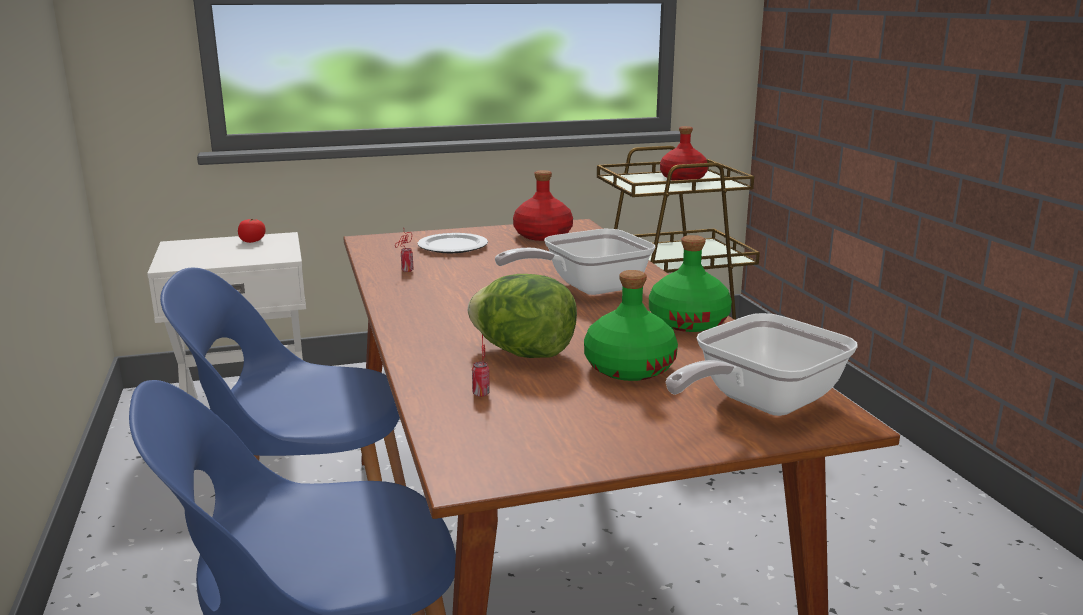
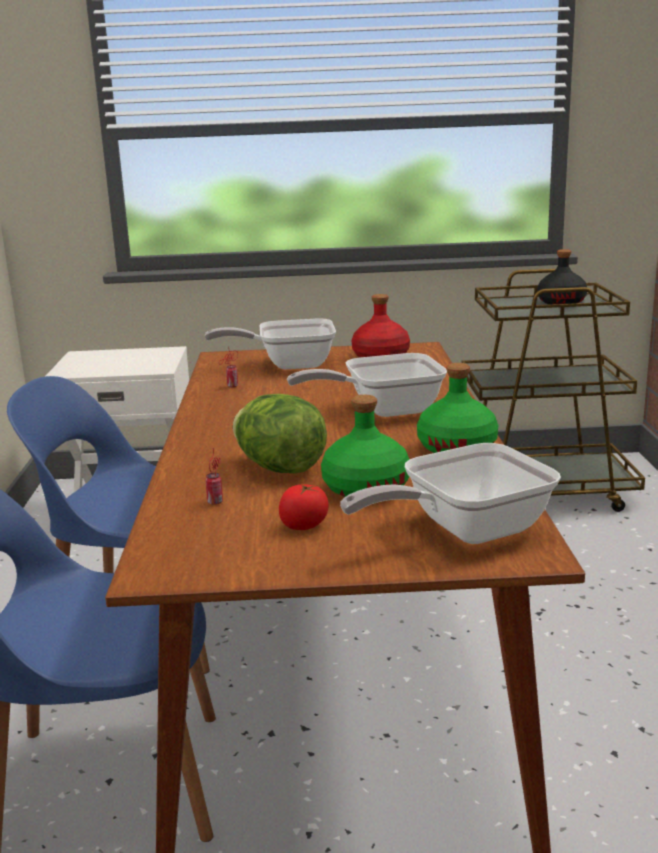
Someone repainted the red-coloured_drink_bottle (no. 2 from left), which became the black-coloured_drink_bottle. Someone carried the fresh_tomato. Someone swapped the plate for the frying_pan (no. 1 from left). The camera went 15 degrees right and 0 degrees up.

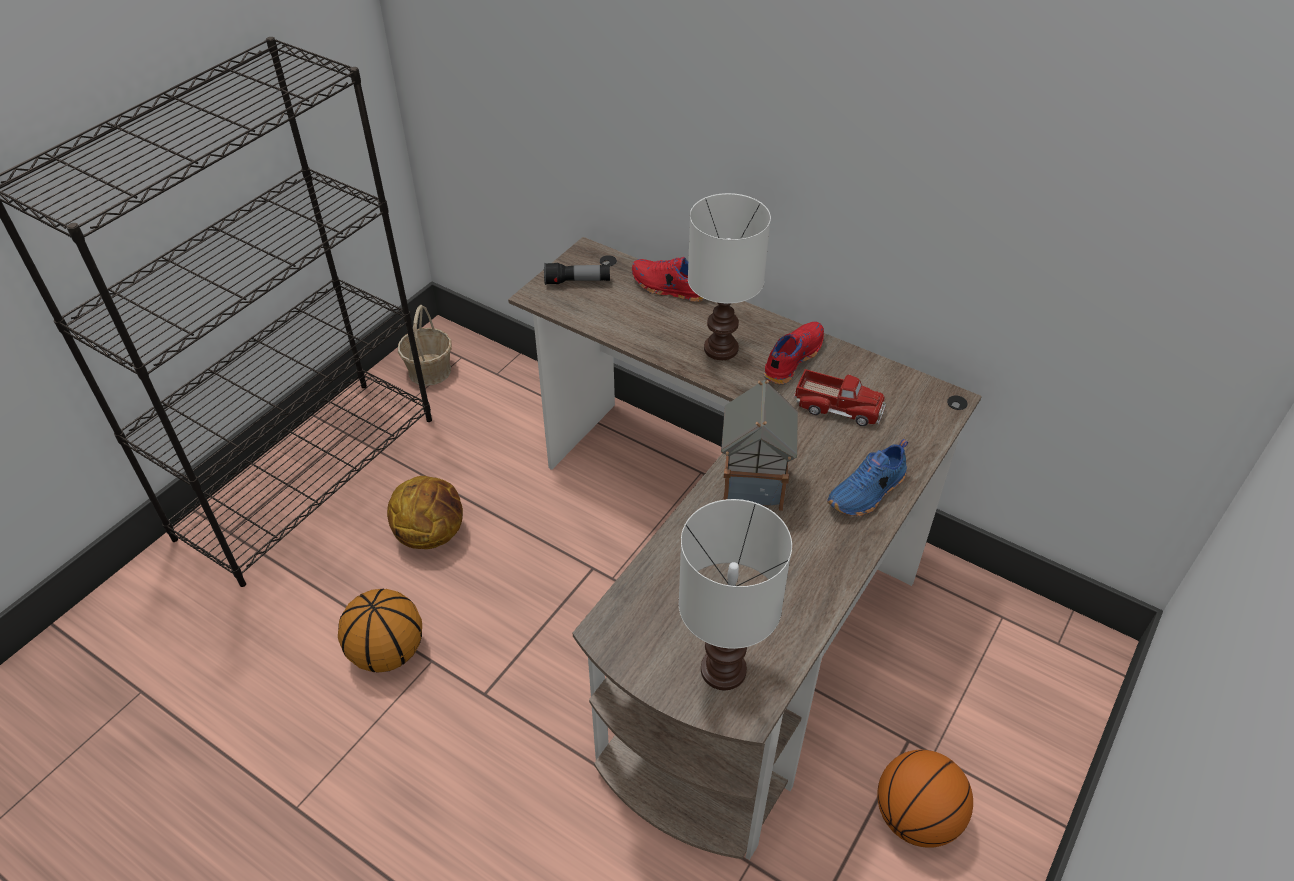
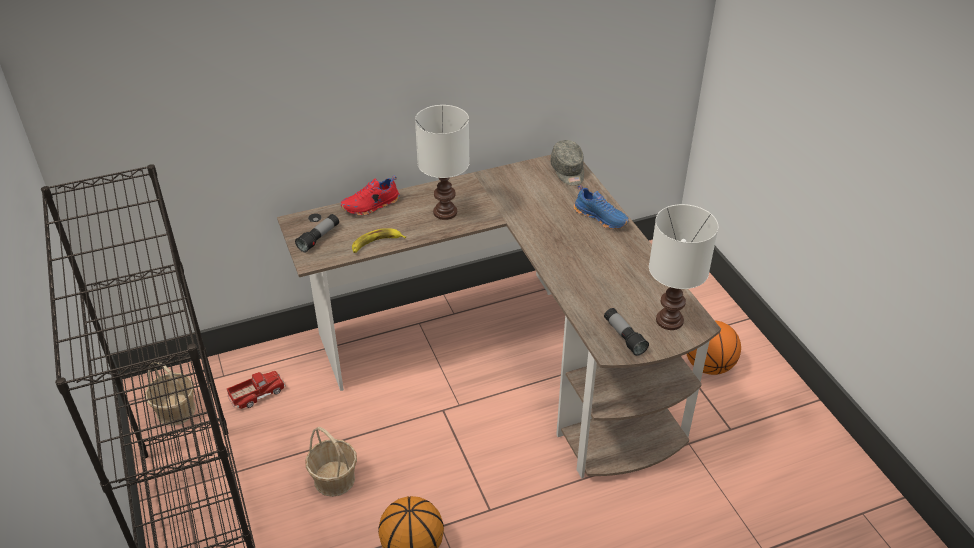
Someone took away the red-coloured_shoe (no. 2 from left). Someone carried the model_truck. Someone took away the miniature_house. Someone rotated the blue-coloured_shoe by 45 degrees counterclockwise. Someone swapped the basketball (no. 2 from left) for the storage_basket (no. 2 from left). Someone put down the grey_peaked_cap. Someone put down the banana. Someone put down the hand_torch (no. 2 from left). The camera went 55 degrees left and 5 degrees down.

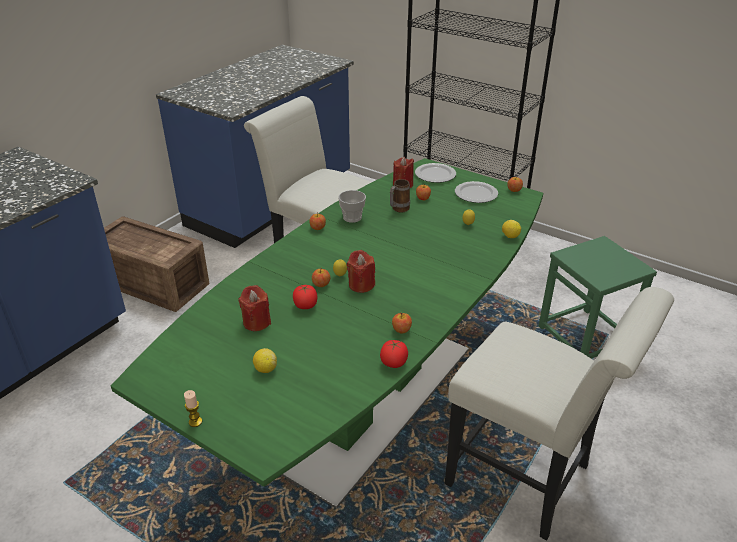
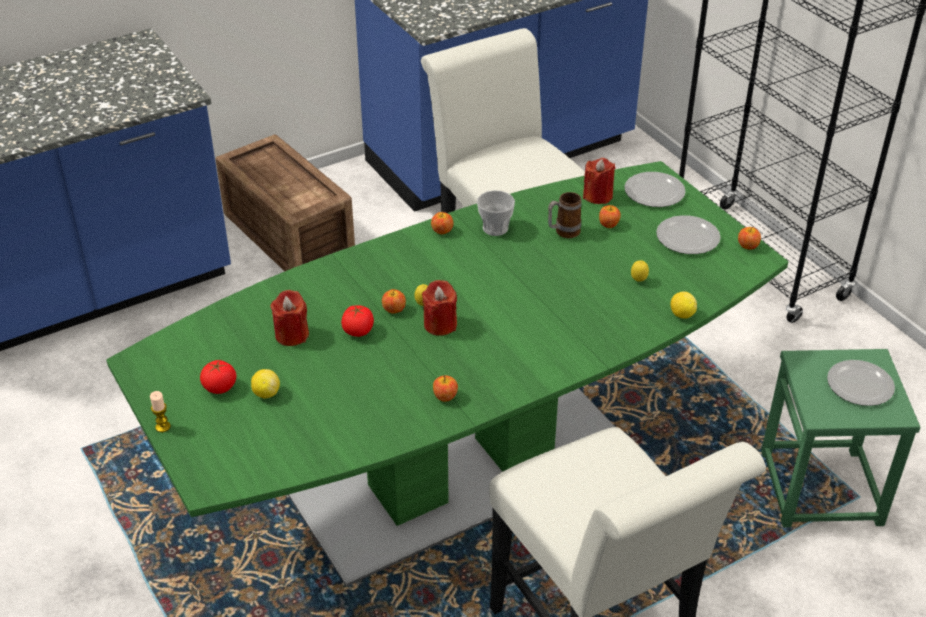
Someone carried the fresh_tomato (no. 2 from left in the first image). Someone put down the plate (no. 3 from left). The camera went 25 degrees right and 5 degrees up.

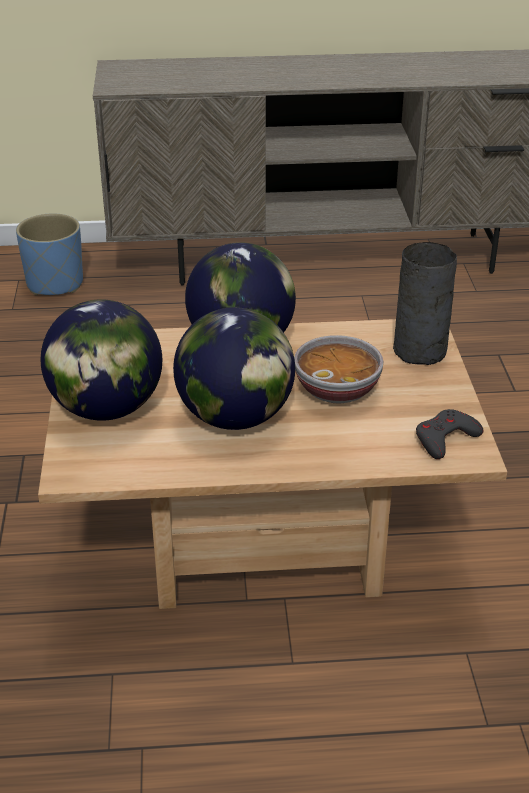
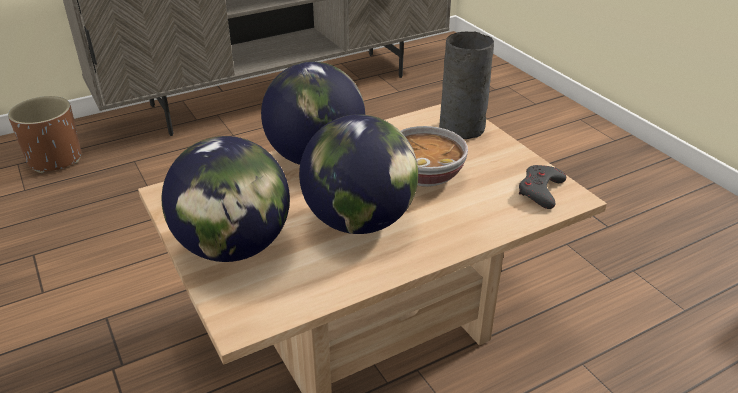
Someone repainted the blue-coloured_planter, which became the brown-coloured_planter. The camera went 25 degrees left and 0 degrees up.

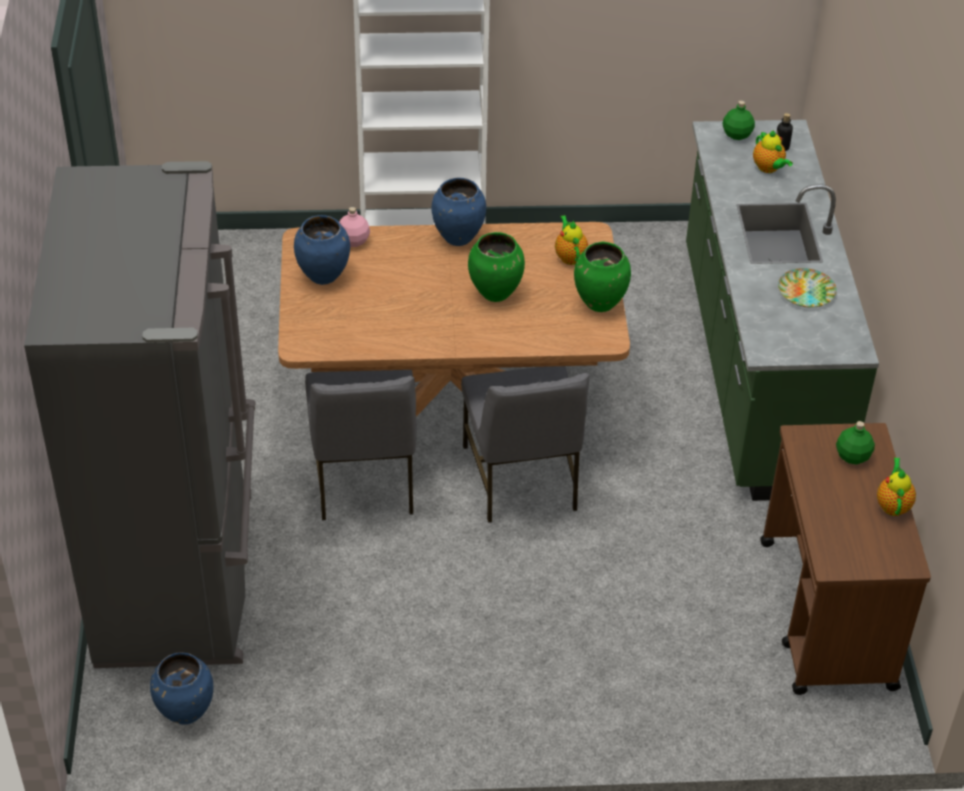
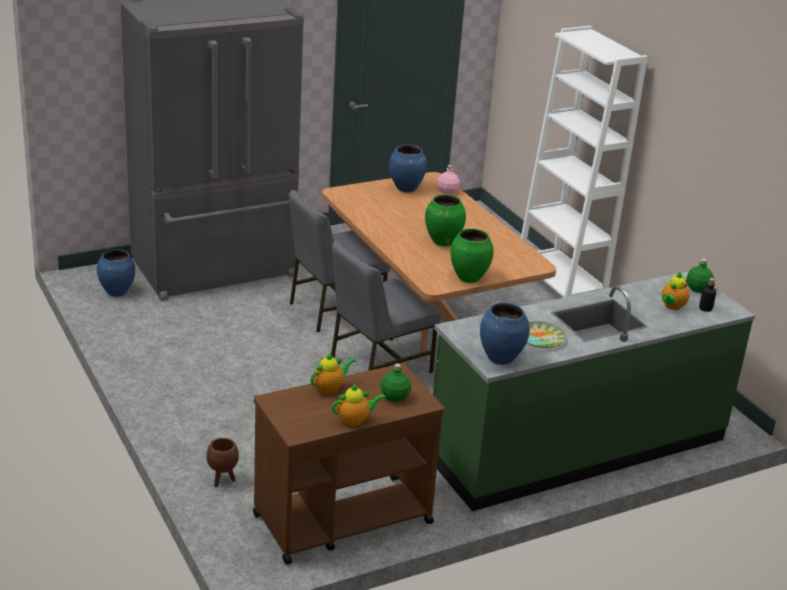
Someone carried the blue-coloured_flower_vase (no. 3 from left). Someone carried the teapot (no. 1 from left). Someone put down the brown-coloured_planter. The camera went 65 degrees right and 15 degrees down.

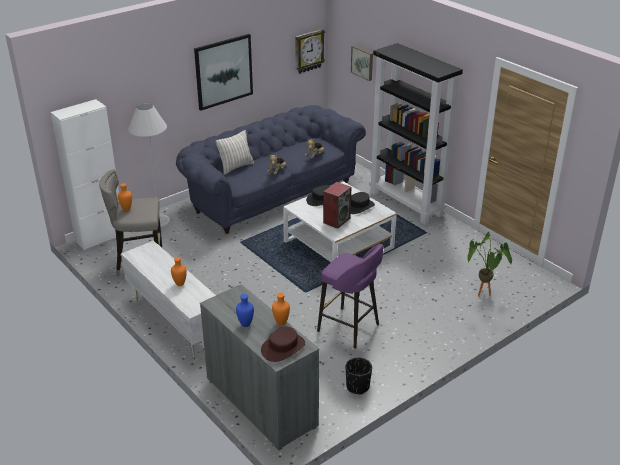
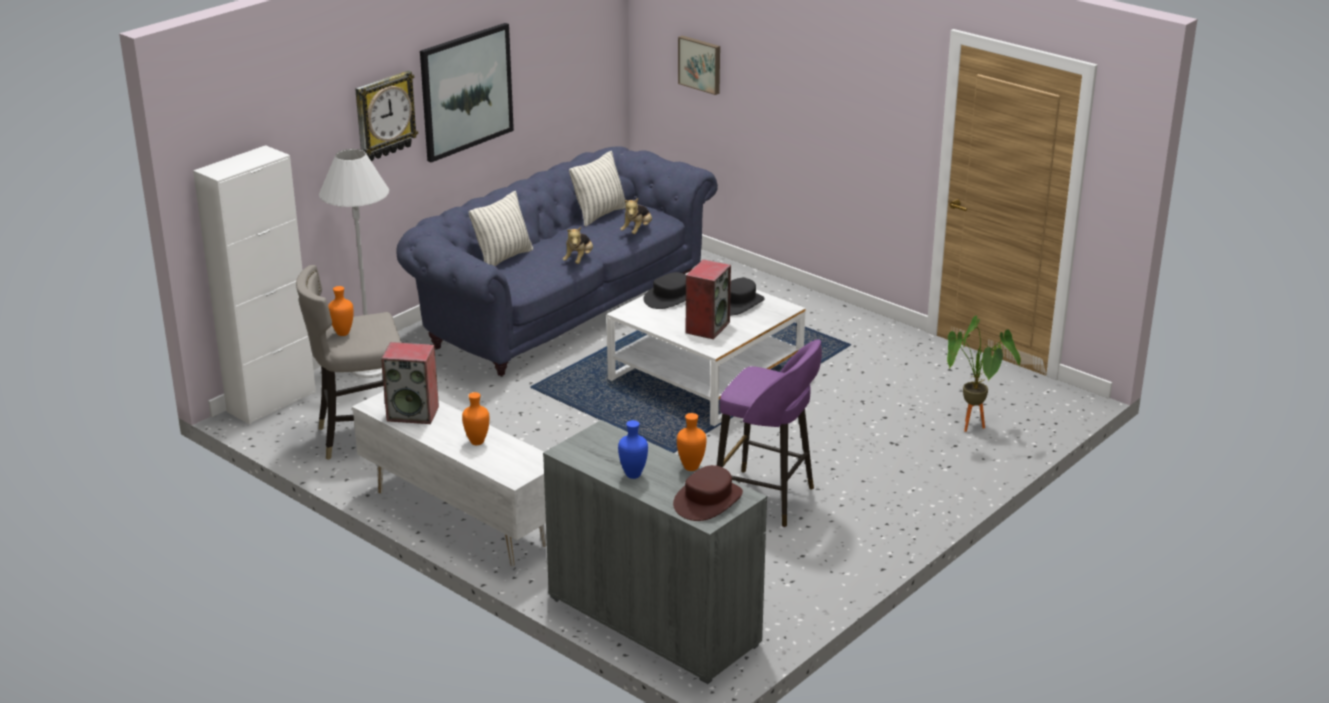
Someone carried the hanging_clock. Someone took away the black-coloured_bookshelf. Someone took away the black-coloured_planter. Someone put down the throw_pillow (no. 2 from left). Someone put down the speaker (no. 1 from left). The camera went 10 degrees left and 5 degrees down.

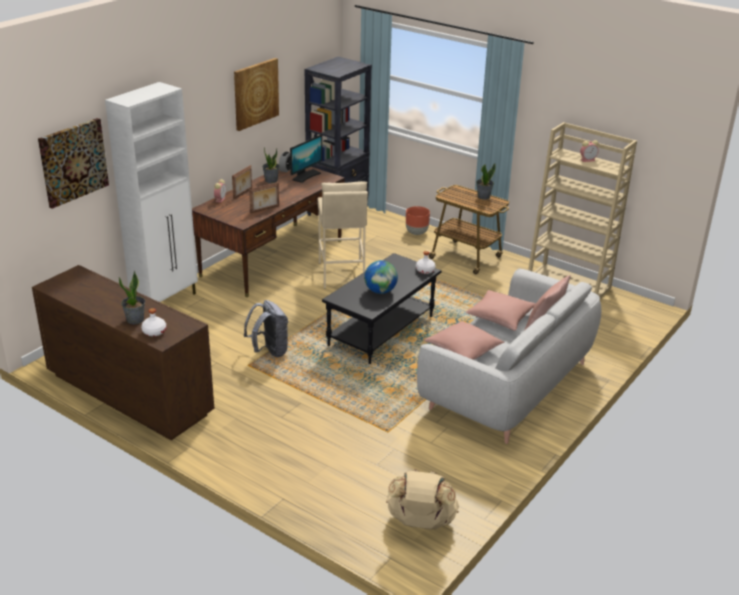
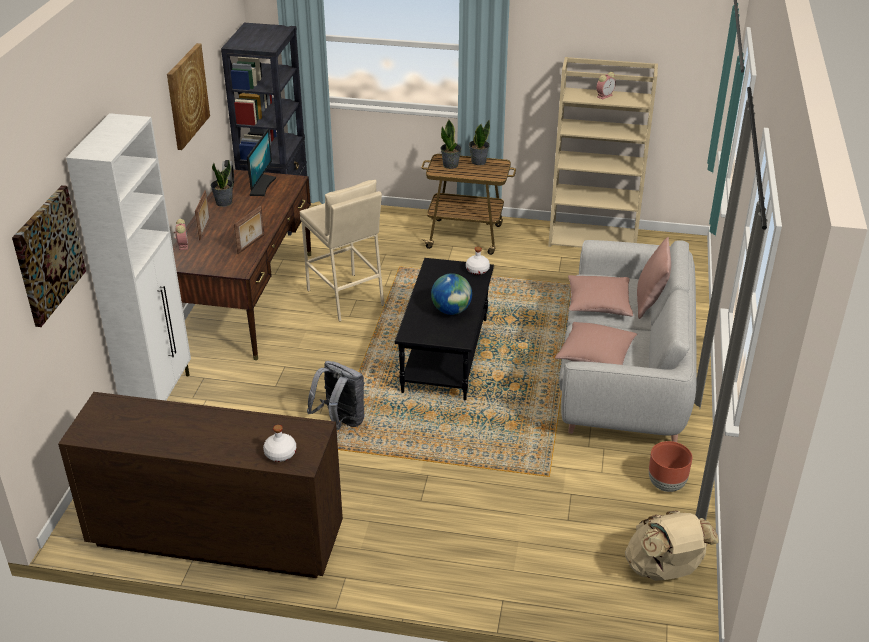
Someone carried the brown-coloured_planter. Someone carried the houseplant (no. 1 from left in the first image). The camera went 25 degrees left and 5 degrees up.

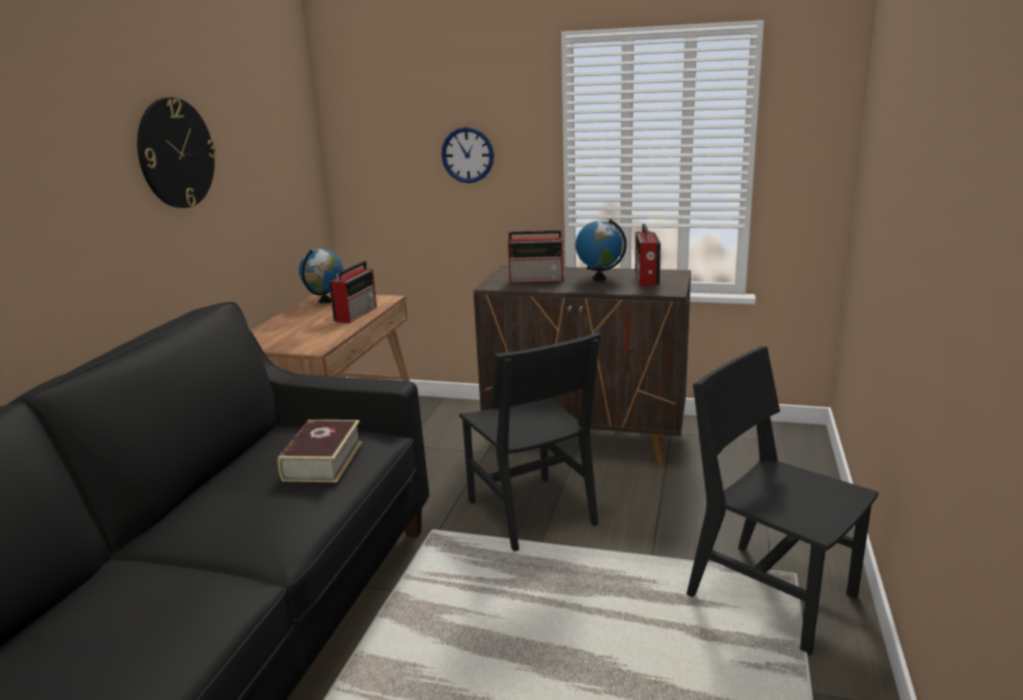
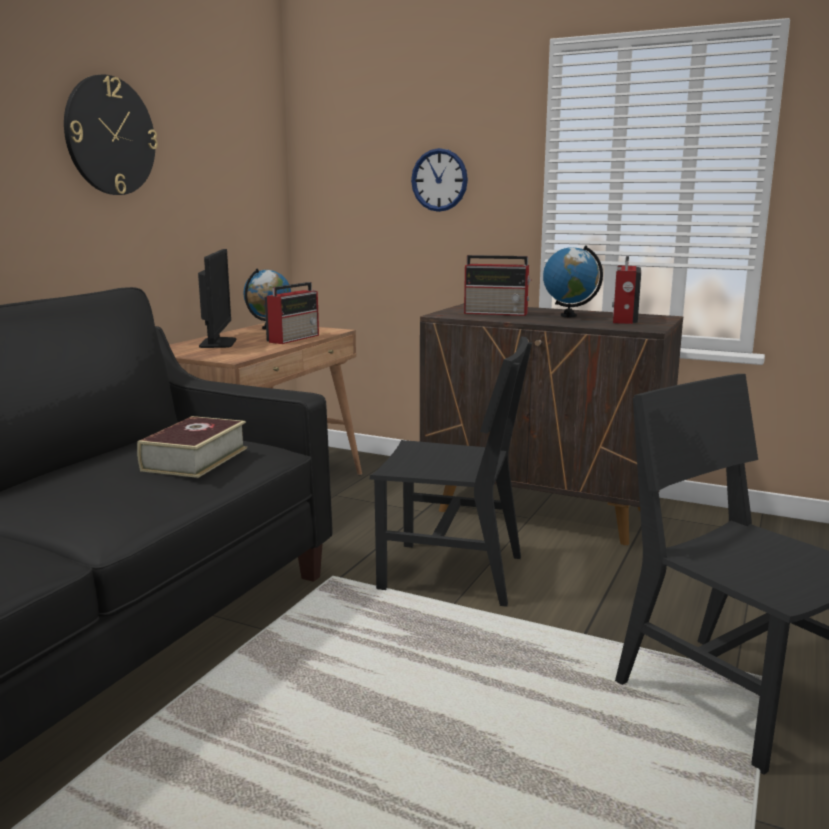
Someone rotated the black-coloured_upright_chair (no. 1 from left) by 60 degrees counterclockwise. Someone put down the computer_display. The camera went 10 degrees right and 5 degrees down.

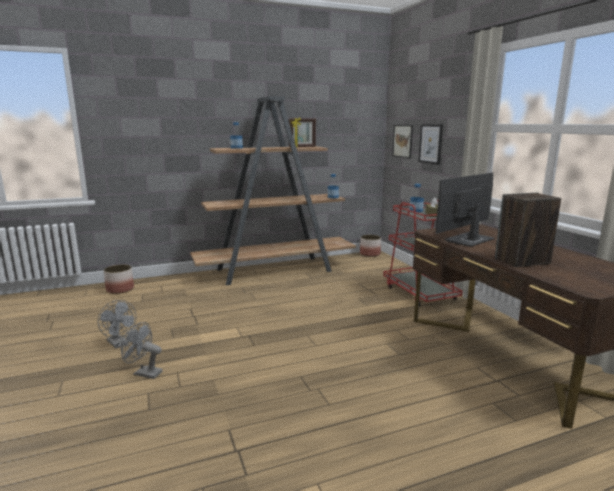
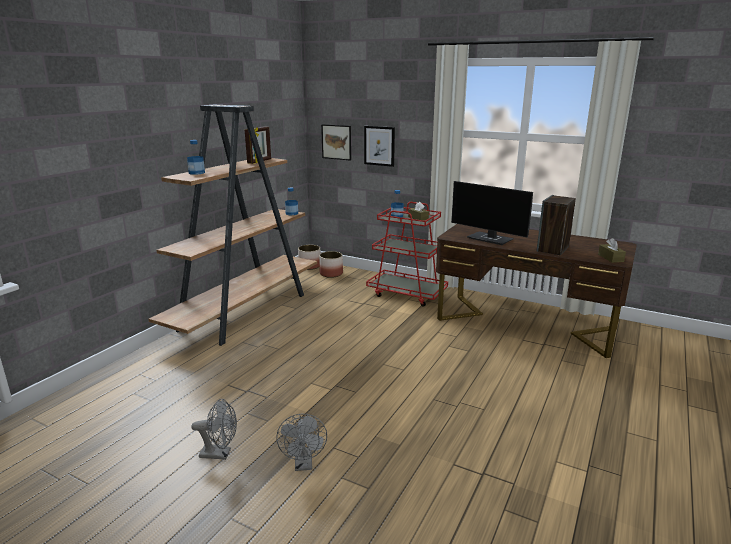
Someone rotated the computer_display by 60 degrees counterclockwise. Someone carried the planter (no. 1 from left in the first image). Someone rotated the grey_cooling_fan (no. 2 from left) by 75 degrees counterclockwise. Someone put down the brown-coloured_box_of_tissues (no. 2 from left). The camera went 40 degrees left and 5 degrees up.

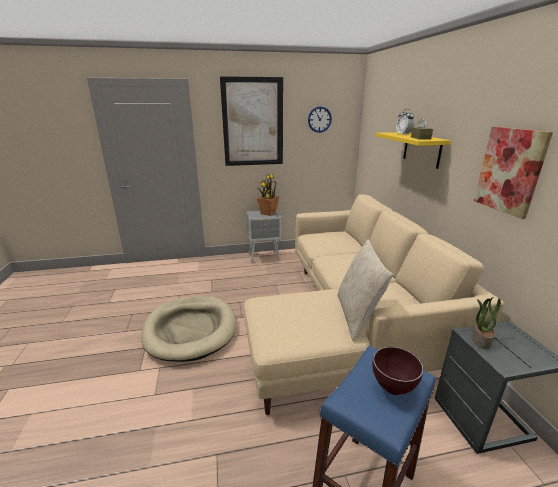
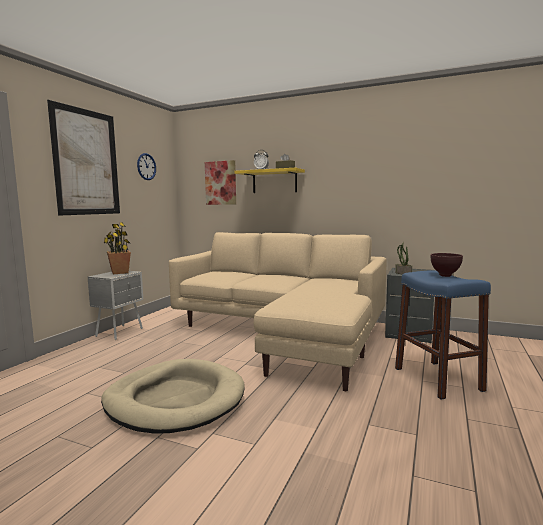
Someone carried the picture (no. 2 from left). Someone took away the sand-coloured_throw_pillow. The camera went 55 degrees left and 15 degrees down.

